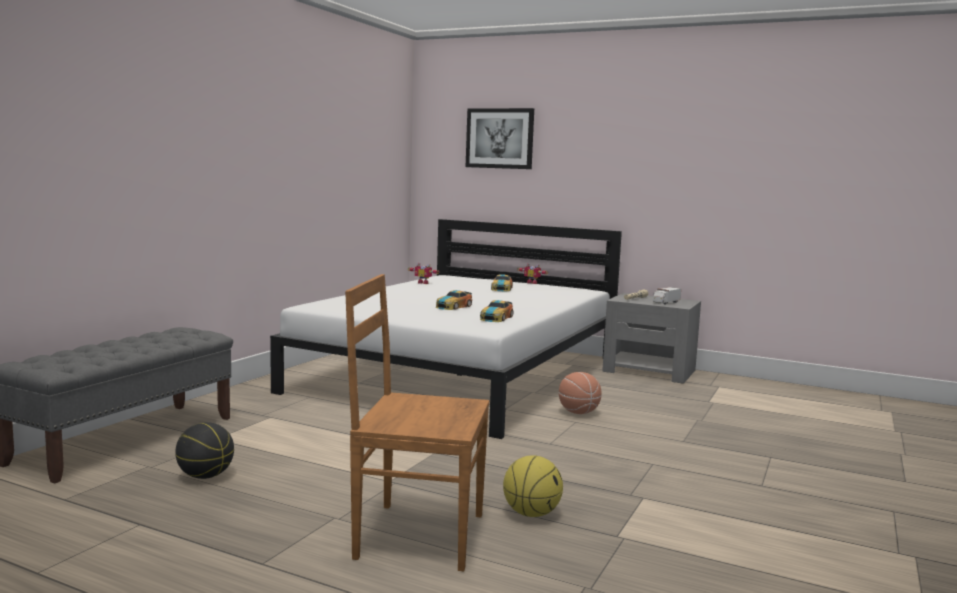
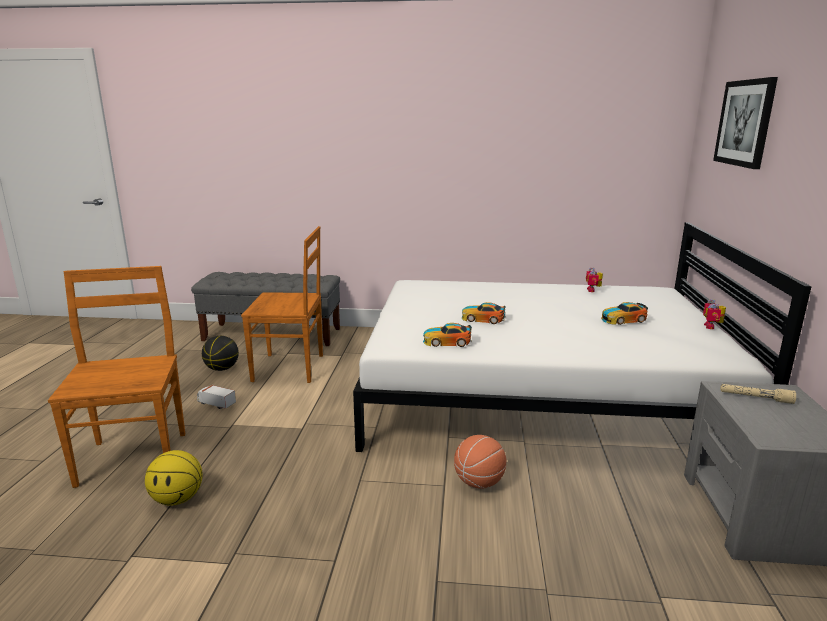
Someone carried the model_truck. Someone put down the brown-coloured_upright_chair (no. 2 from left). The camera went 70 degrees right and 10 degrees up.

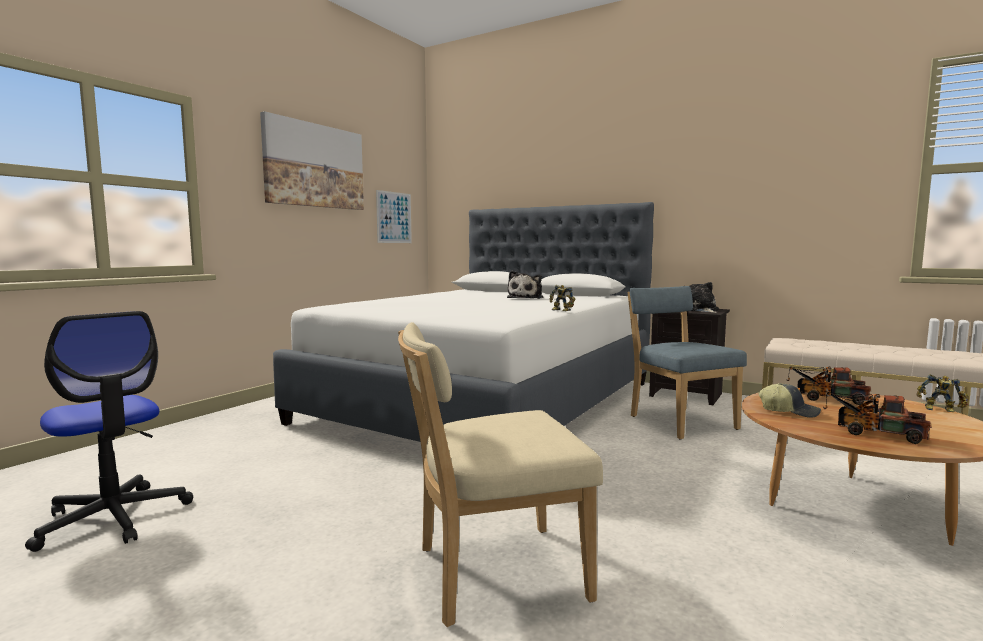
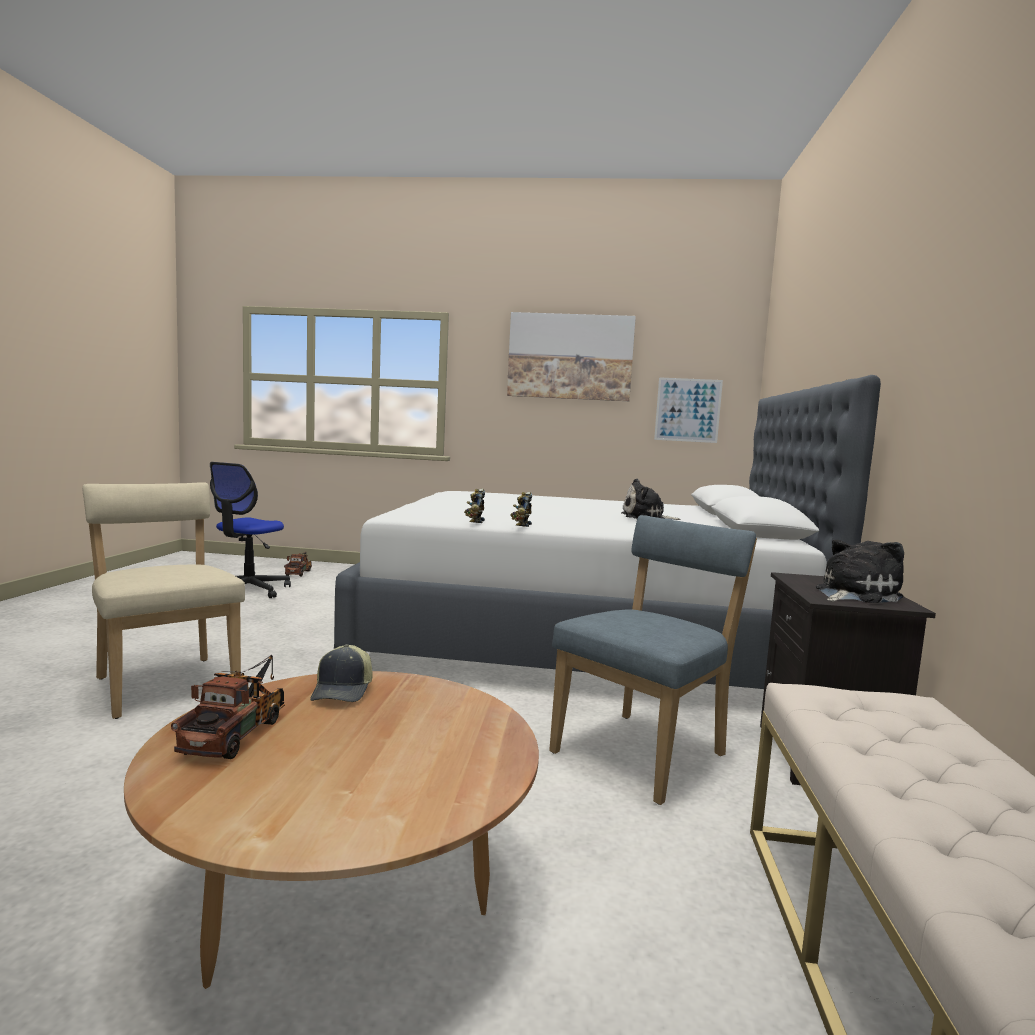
Someone carried the model_truck (no. 1 from left in the first image). Someone carried the toy_robot (no. 2 from left in the first image). The camera went 65 degrees right and 0 degrees up.

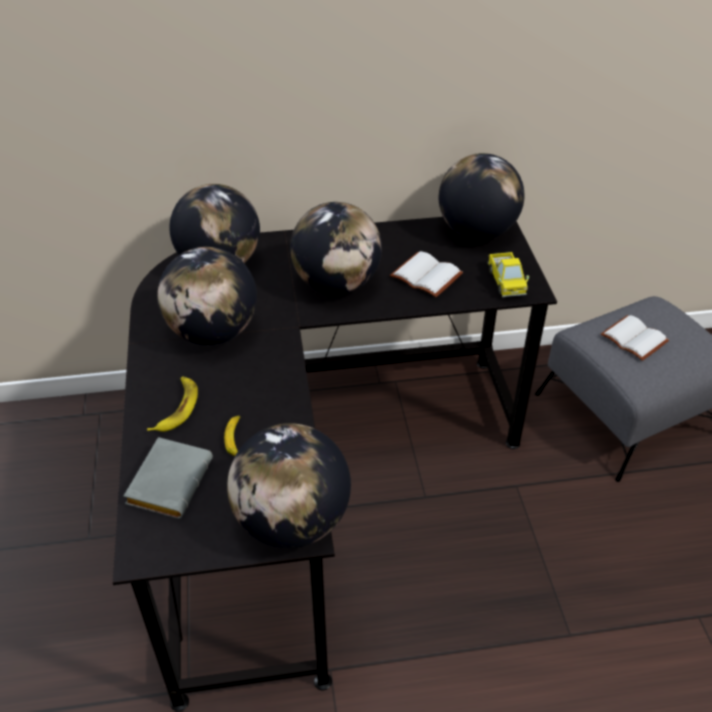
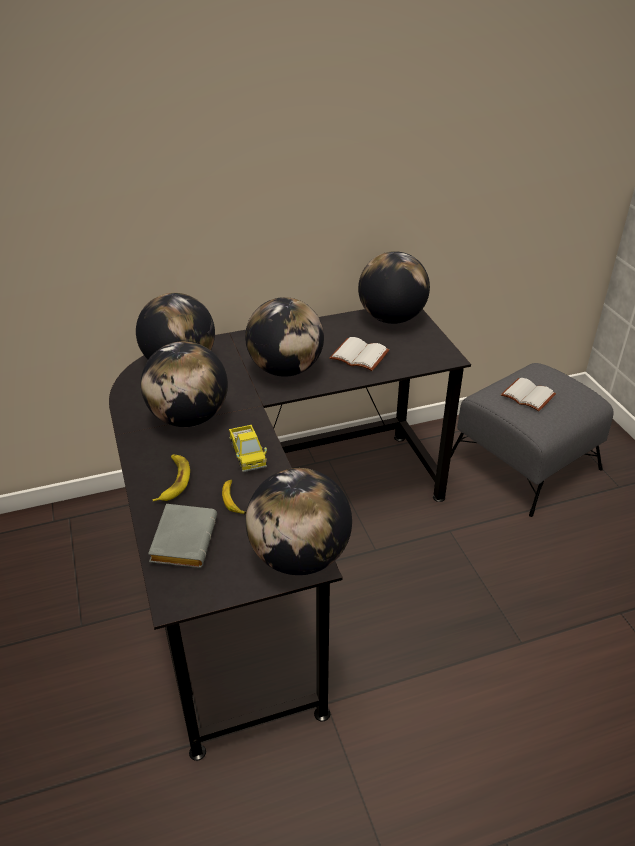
Someone carried the model_truck. The camera went 10 degrees left and 5 degrees down.

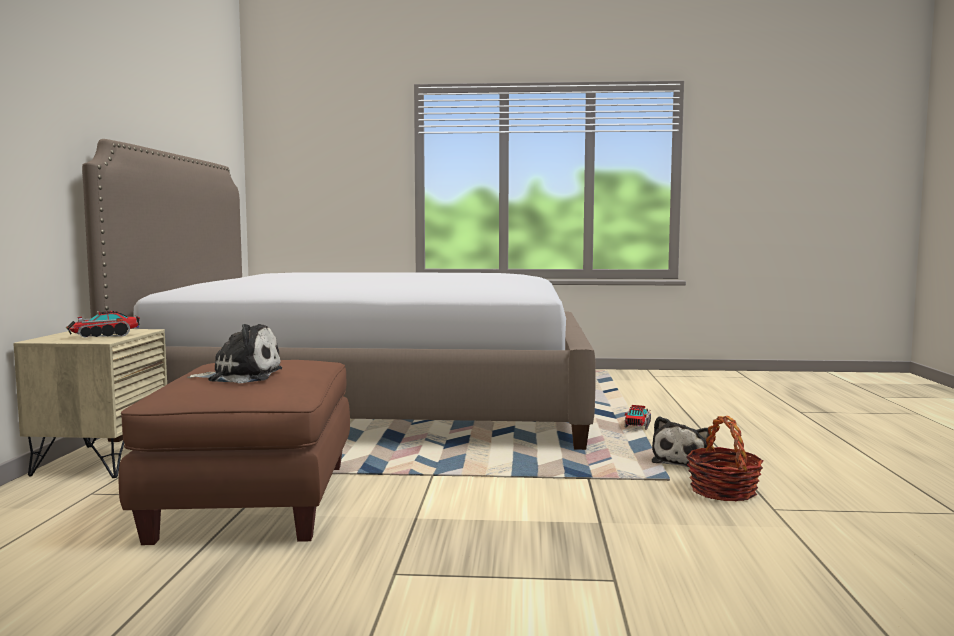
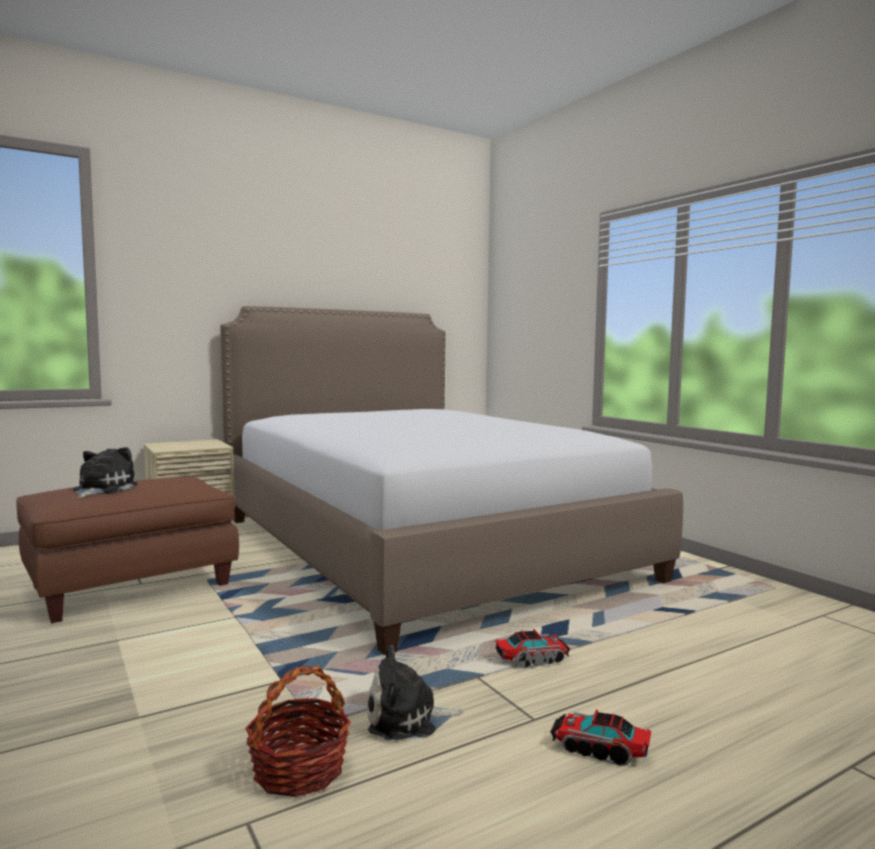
Someone carried the model_truck (no. 1 from left in the first image). Someone rotated the soft_toy (no. 1 from left) by 135 degrees counterclockwise. The camera went 55 degrees right and 0 degrees up.

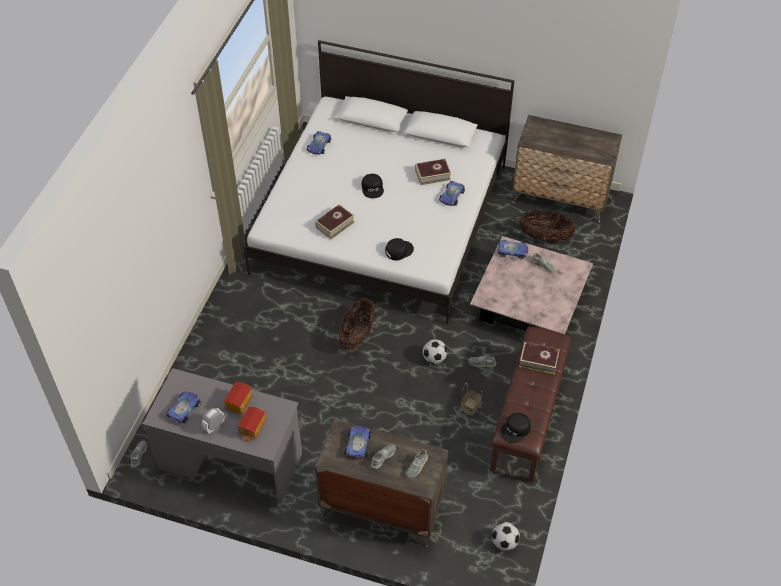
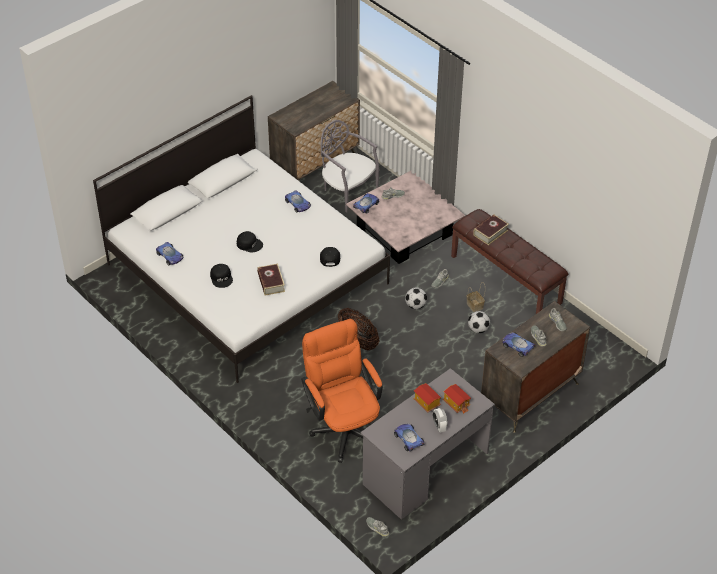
Someone took away the book (no. 2 from left). Someone swapped the storage_basket (no. 3 from left) for the grey_upright_chair. Someone carried the black-coloured_peaked_cap (no. 3 from left in the first image). Someone carried the football (no. 2 from left). Someone put down the orange_office_chair. The camera went 60 degrees left and 5 degrees down.

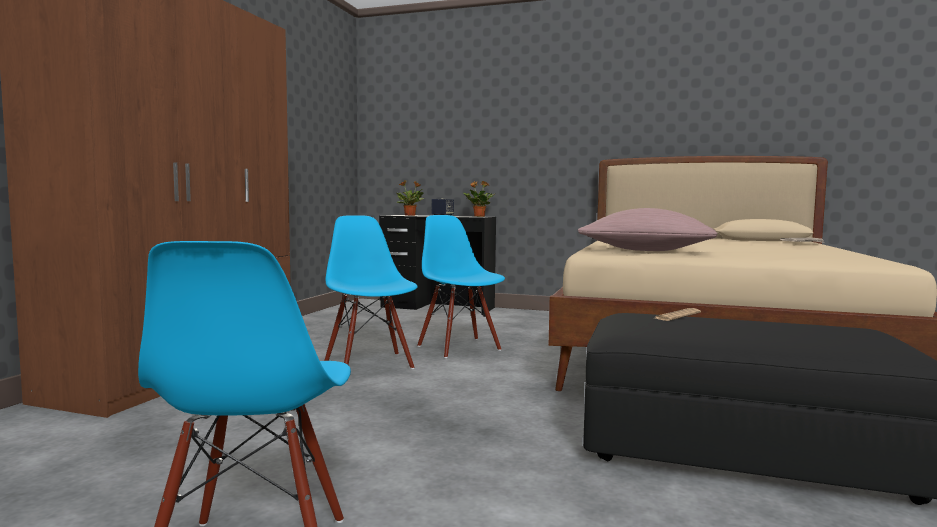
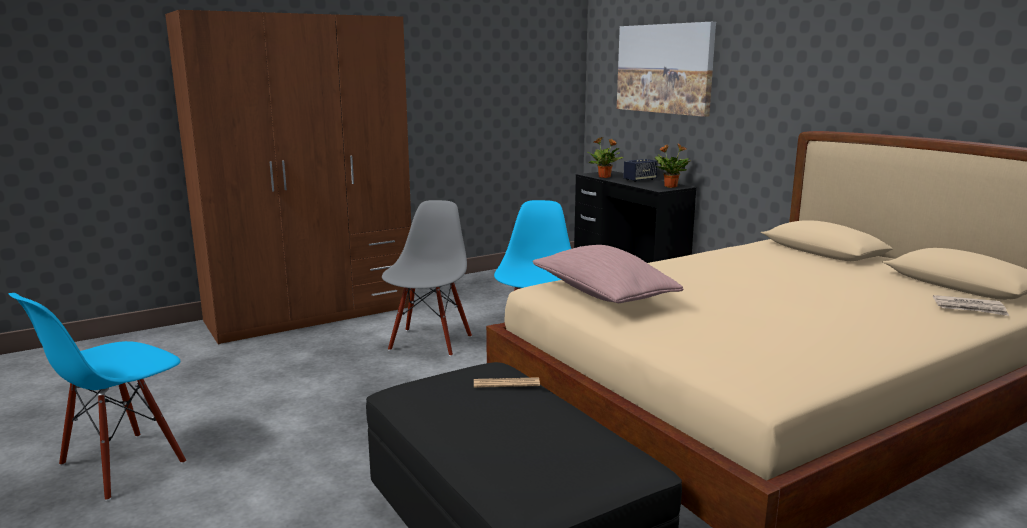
Someone repainted the blue-coloured_upright_chair (no. 2 from left), which became the grey_upright_chair. Someone put up the picture. The camera went 40 degrees right and 10 degrees up.

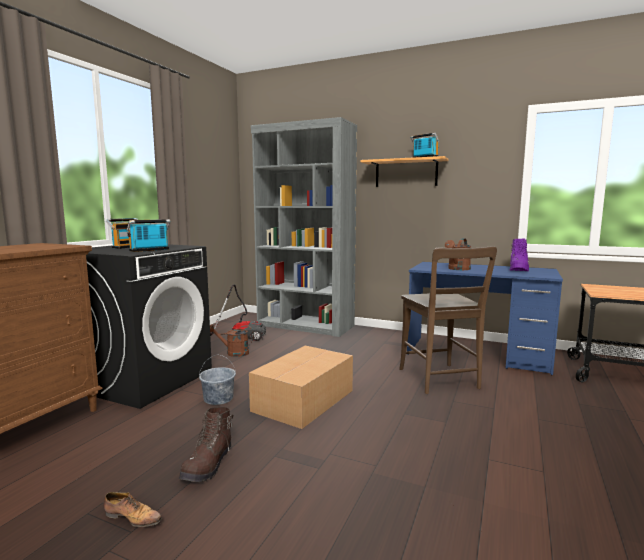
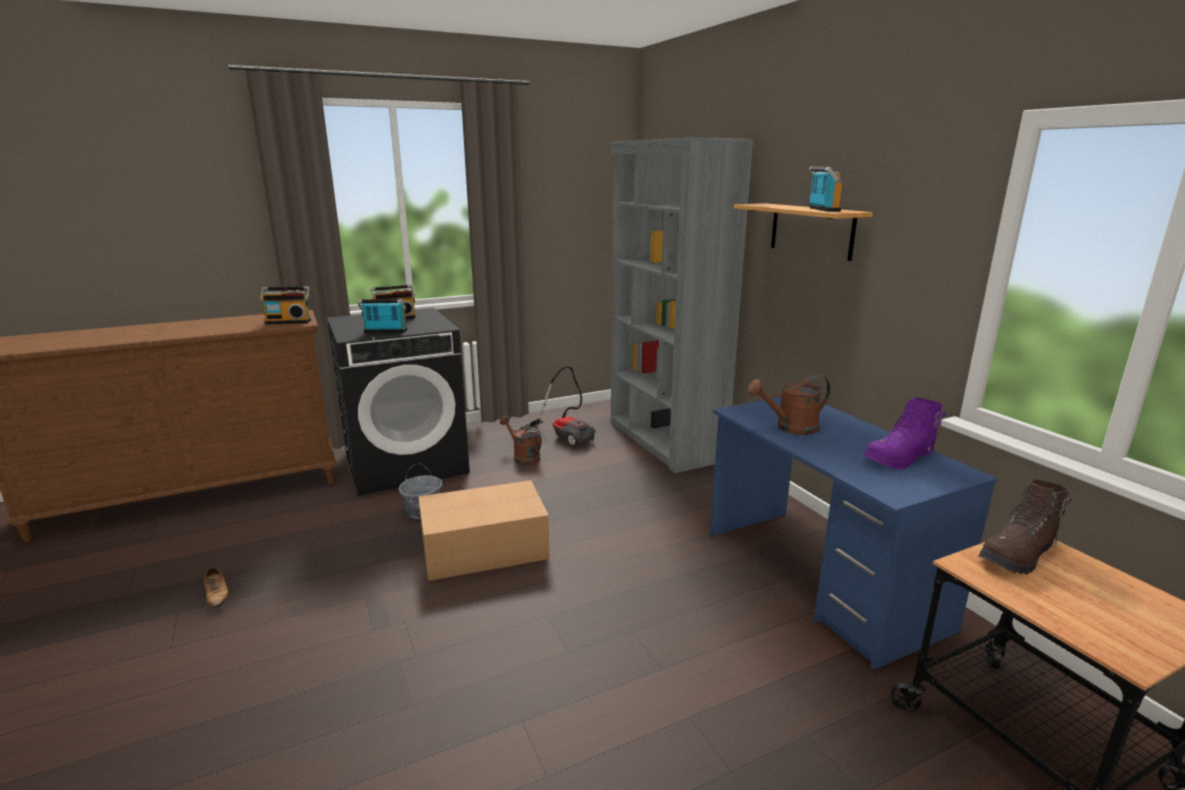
Someone took away the brown-coloured_upright_chair. Someone carried the brown-coloured_high-top_boot. Someone put down the radio_set (no. 1 from left). The camera went 40 degrees right and 10 degrees up.

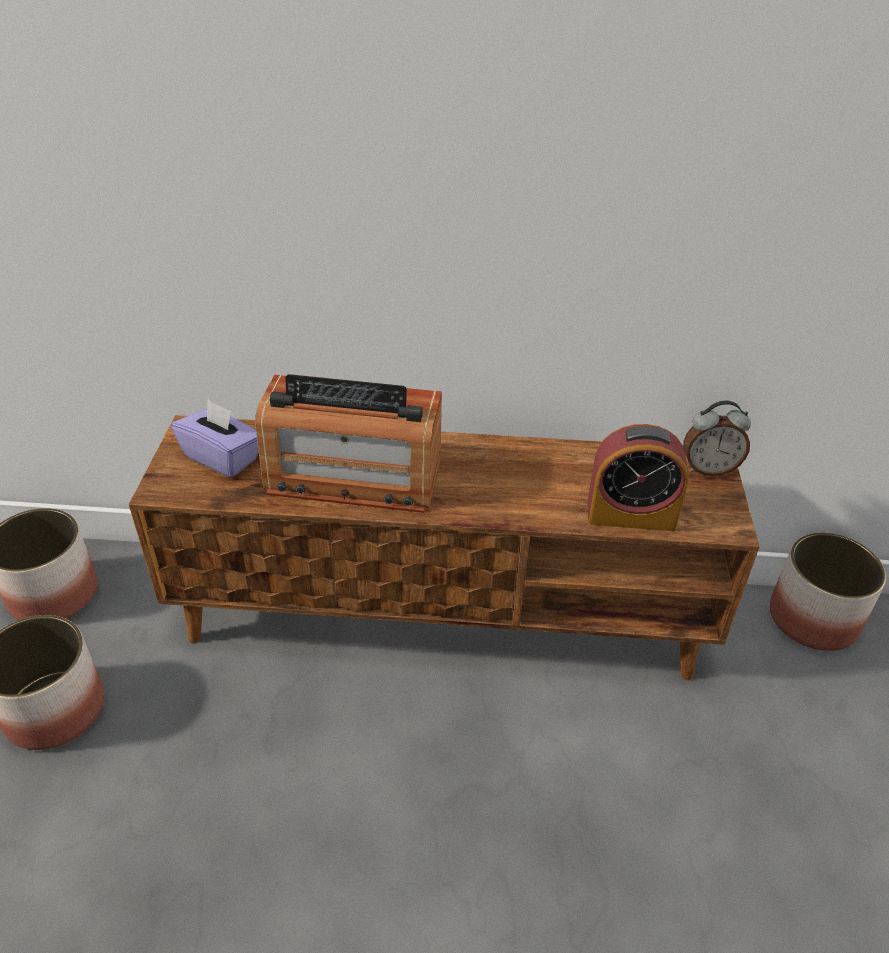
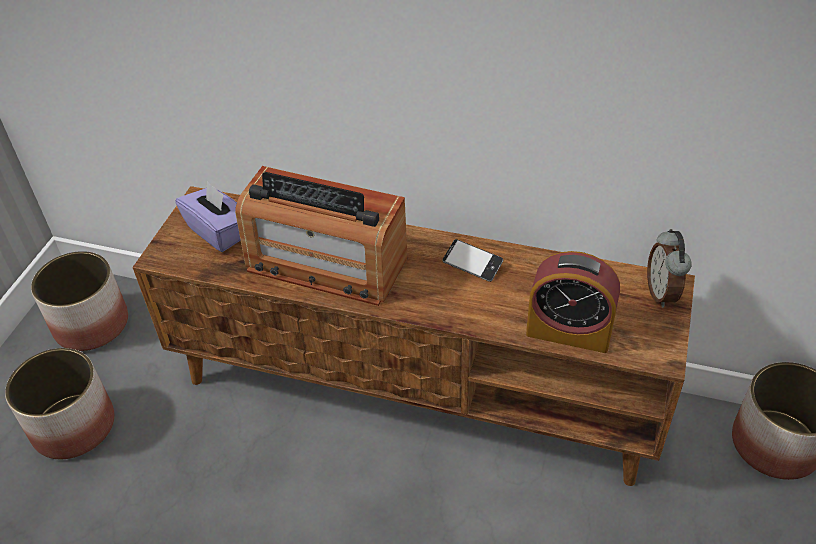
Someone rotated the bedside_clock (no. 2 from left) by 75 degrees clockwise. Someone put down the phone. The camera went 15 degrees right and 5 degrees up.

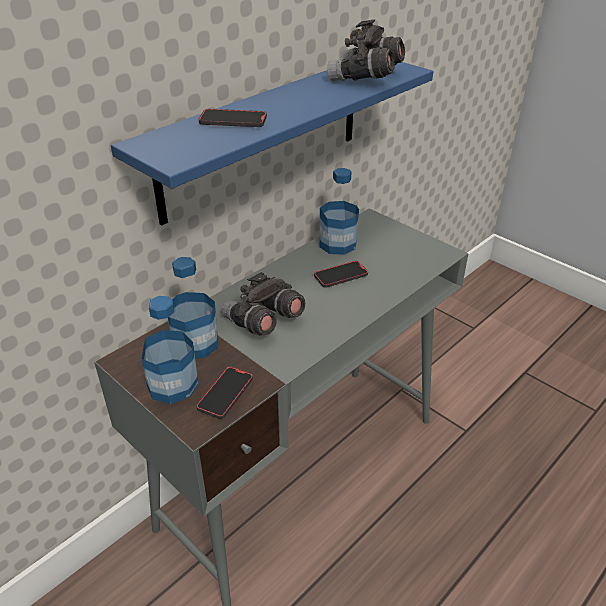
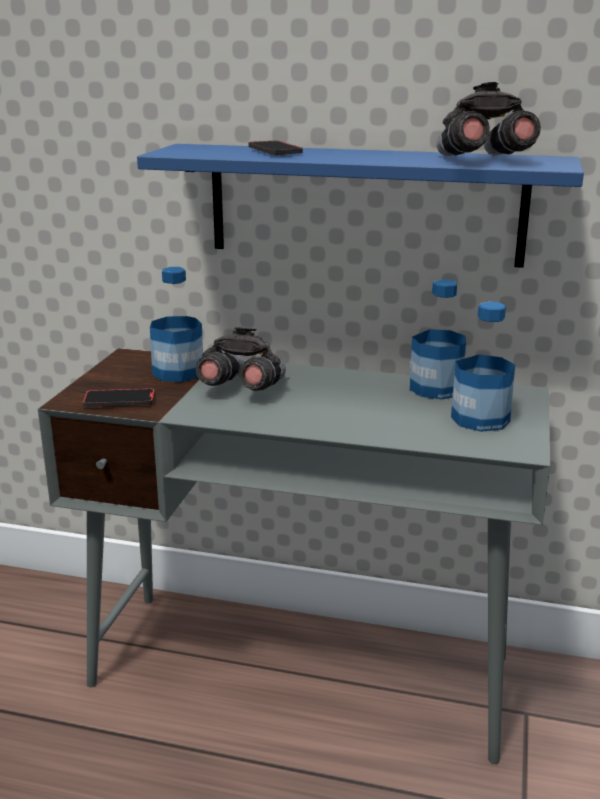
Someone took away the phone (no. 3 from left). Someone carried the drink_bottle (no. 1 from left in the first image). The camera went 60 degrees right and 15 degrees down.

